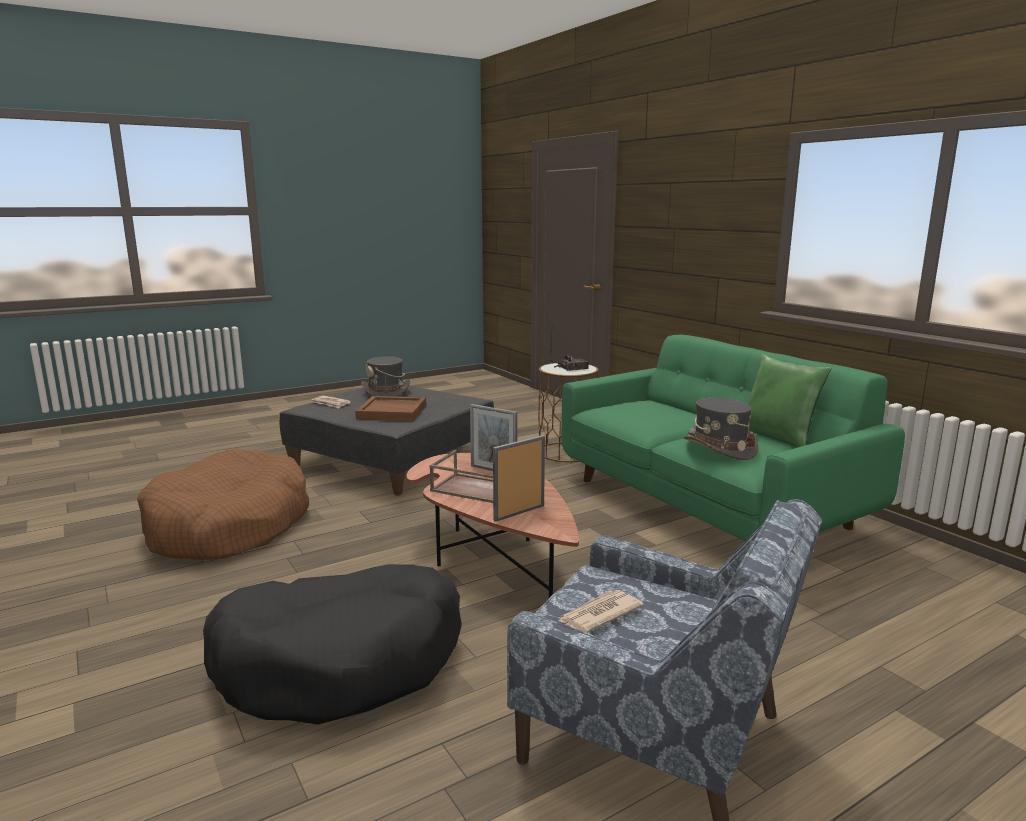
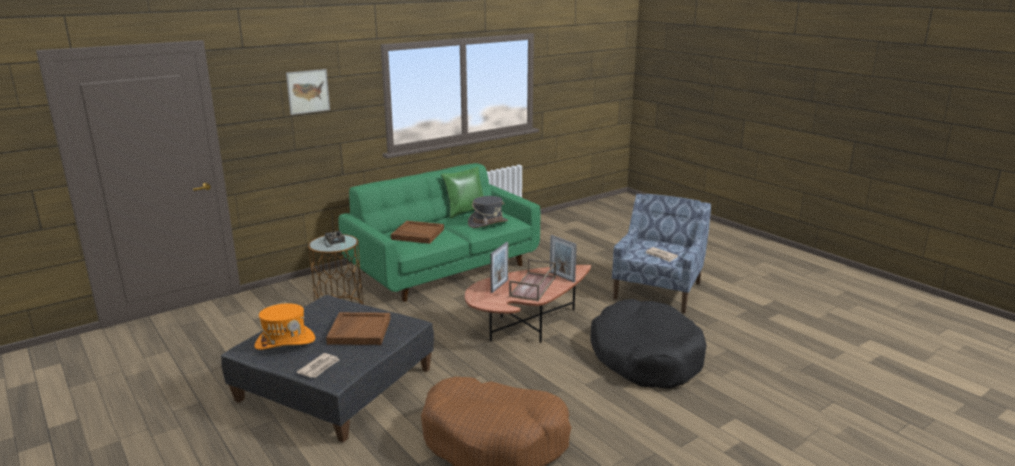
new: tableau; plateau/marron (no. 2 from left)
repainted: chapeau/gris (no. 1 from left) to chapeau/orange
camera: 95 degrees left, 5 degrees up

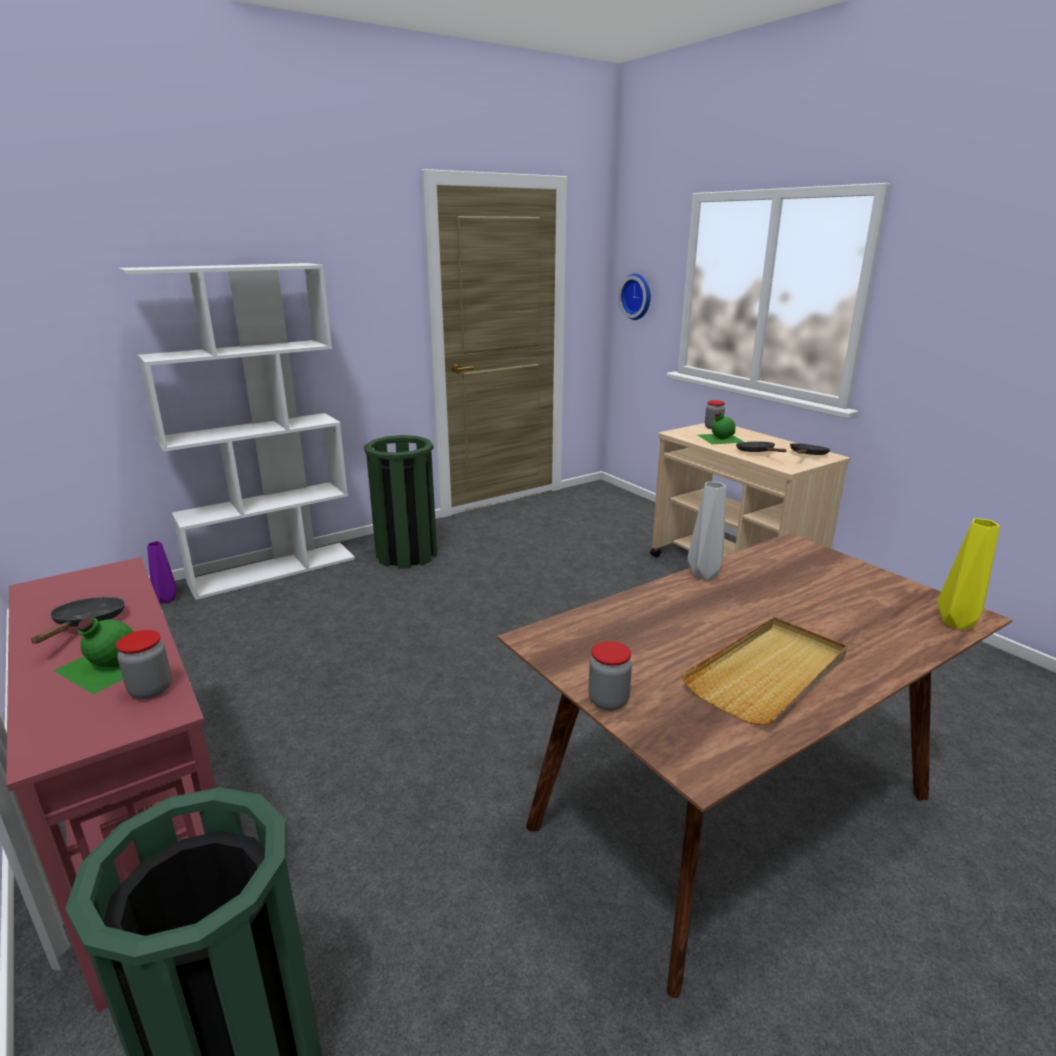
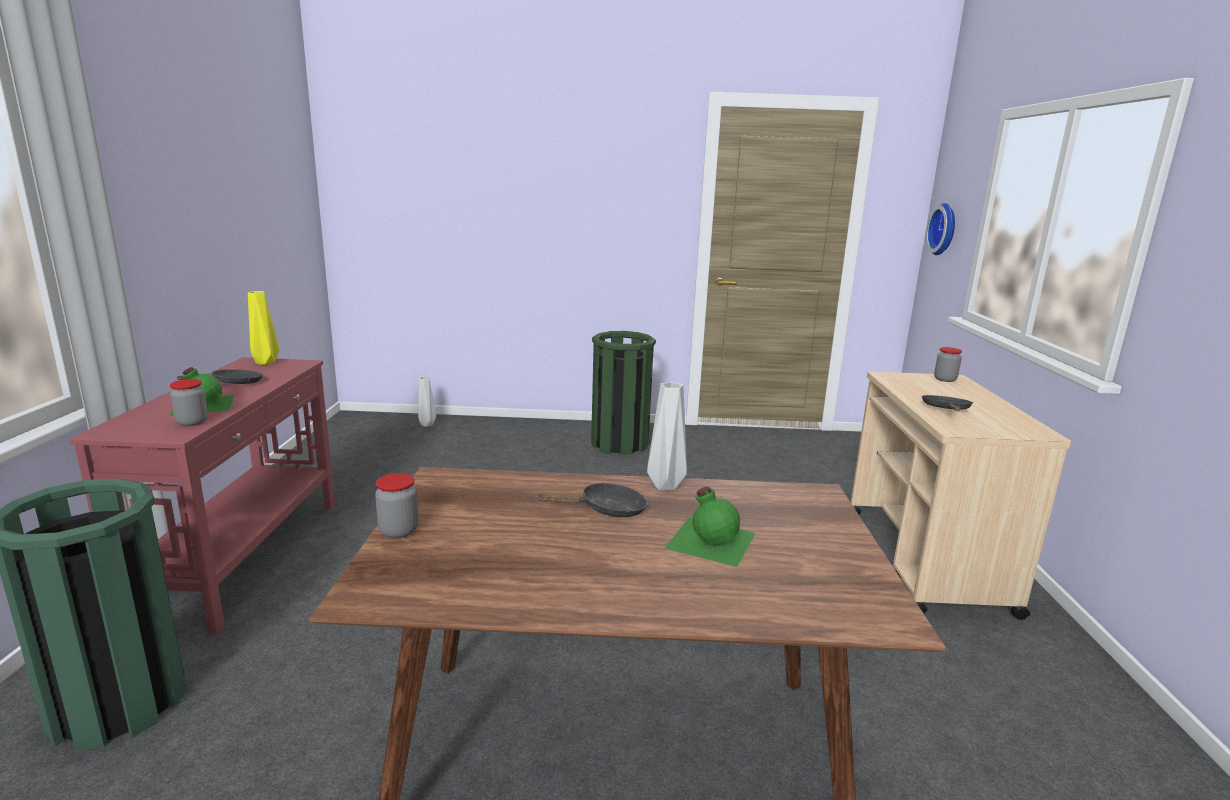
gone: bibliothèque/blanc; plateau/beige
shifted: bouteille/vert (no. 2 from left); poêle/noir (no. 3 from left in the first image) to poêle/noir (no. 2 from left); vase/jaune
repainted: vase/violet to vase/gris (no. 1 from left)
camera: 35 degrees right, 5 degrees down

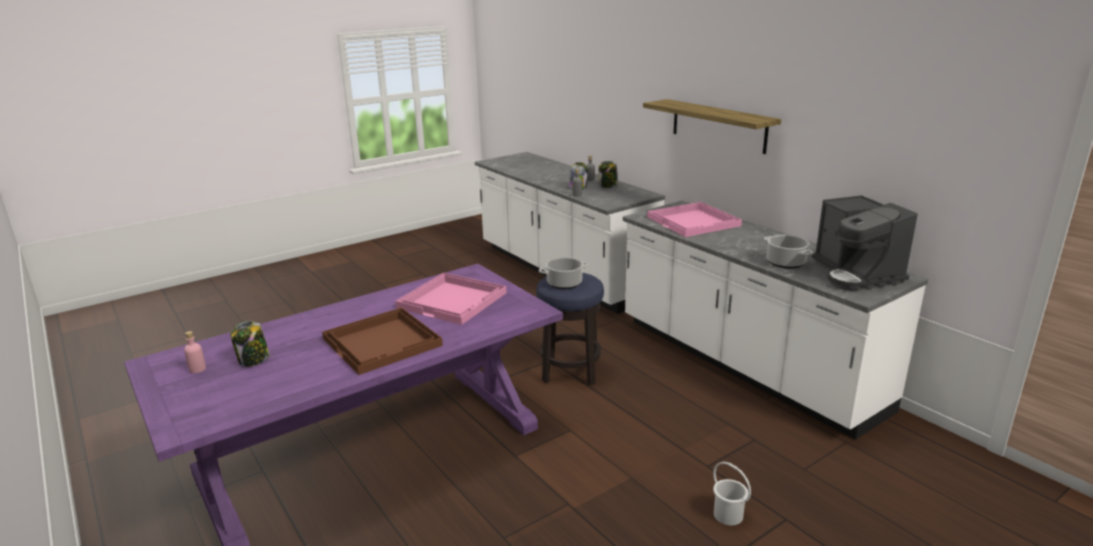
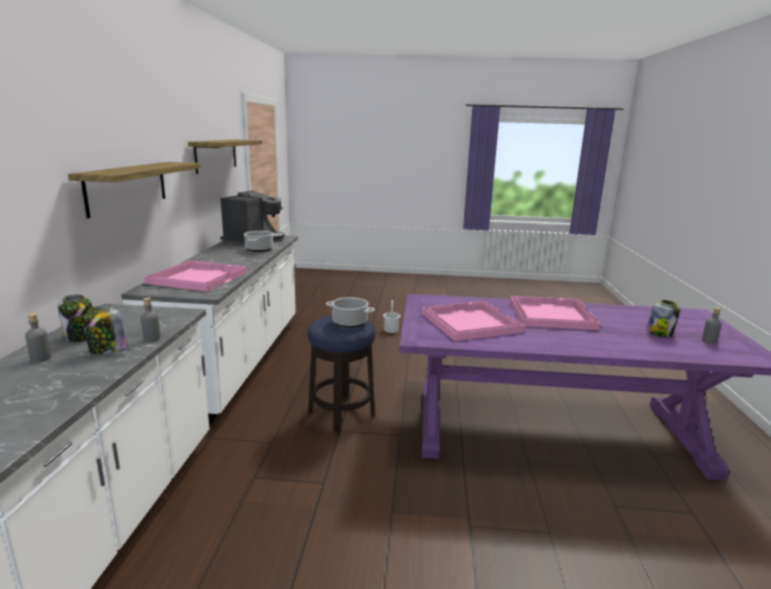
new: étagère (no. 2 from left)
repainted: bouteille/rose to bouteille/gris (no. 3 from left); plateau/marron to plateau/rose (no. 3 from left)
camera: 140 degrees left, 5 degrees down

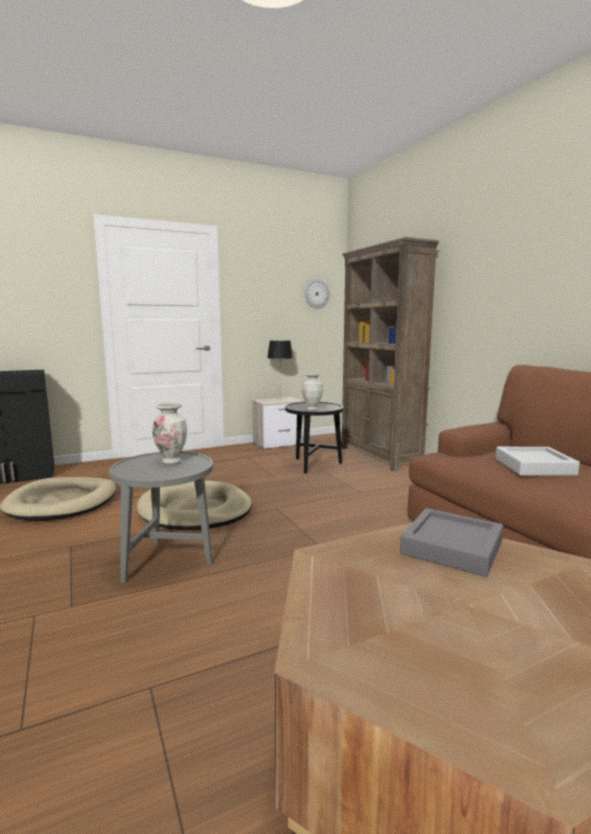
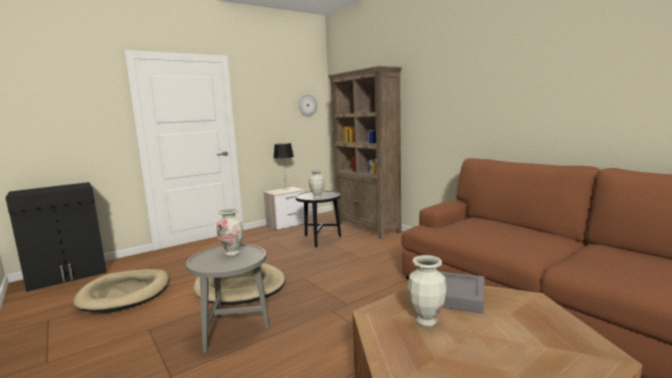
gone: plateau/gris (no. 2 from left)
new: vase (no. 3 from left)
camera: 10 degrees left, 0 degrees up

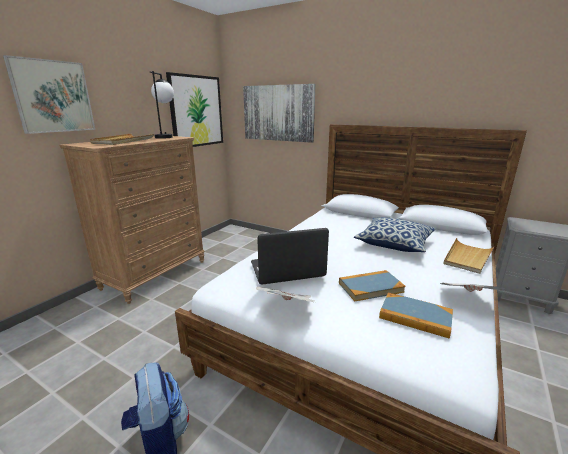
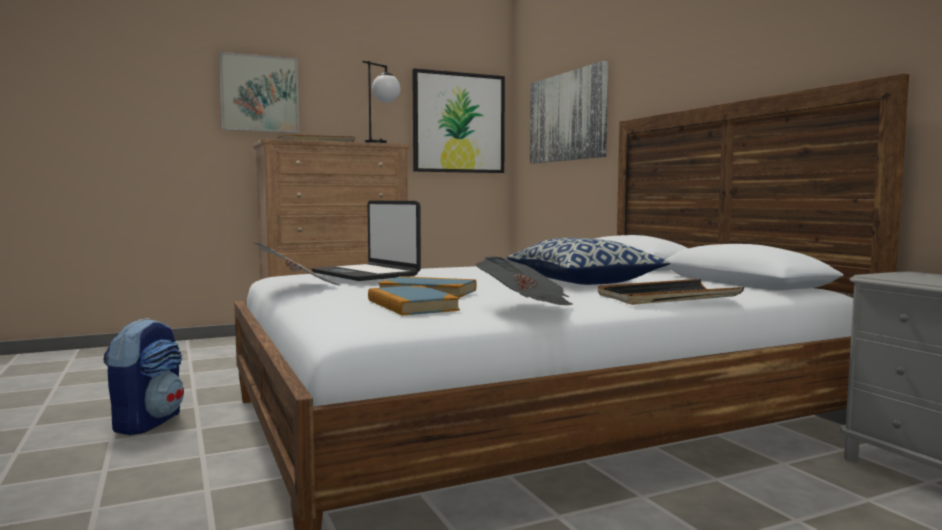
repainted: plateau/beige (no. 2 from left) to plateau/noir
rotated: ordinateur portable 150 degrees counterclockwise
camera: 35 degrees right, 15 degrees down

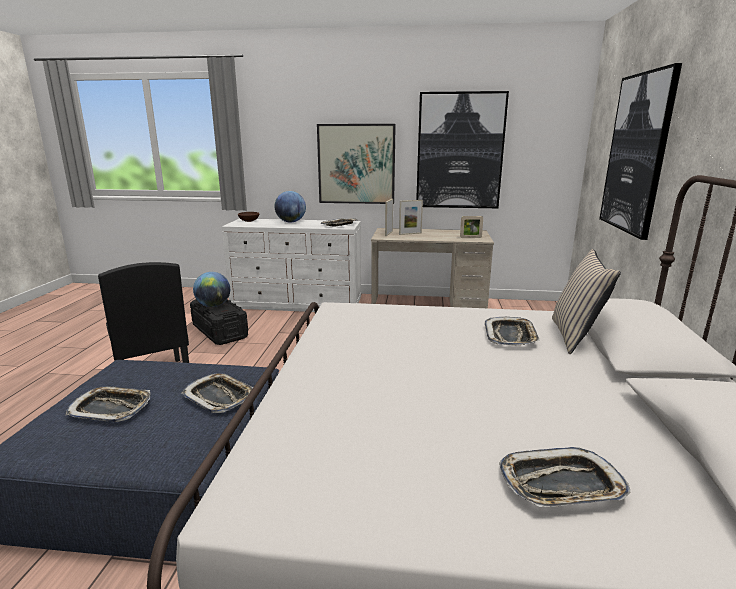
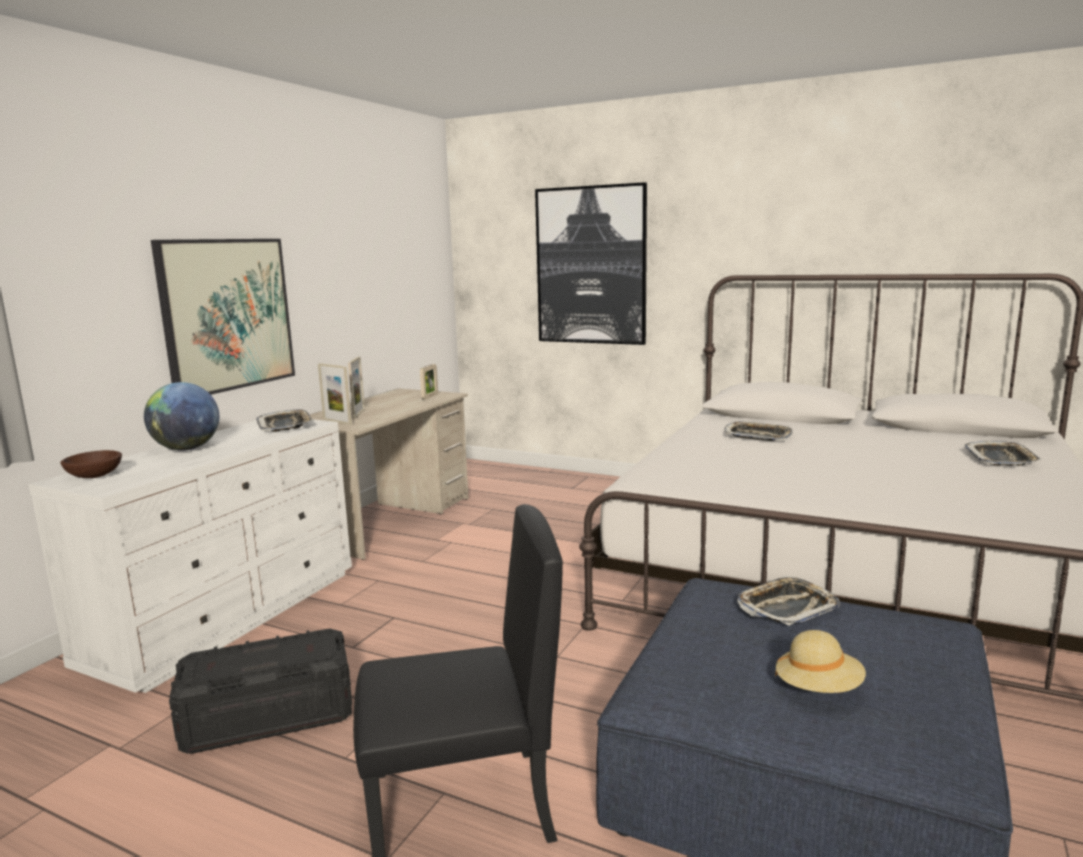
gone: globe (no. 1 from left); tableau (no. 2 from left); coussin/beige
swapped: plateau (no. 1 from left) to chapeau/beige
camera: 70 degrees left, 5 degrees down

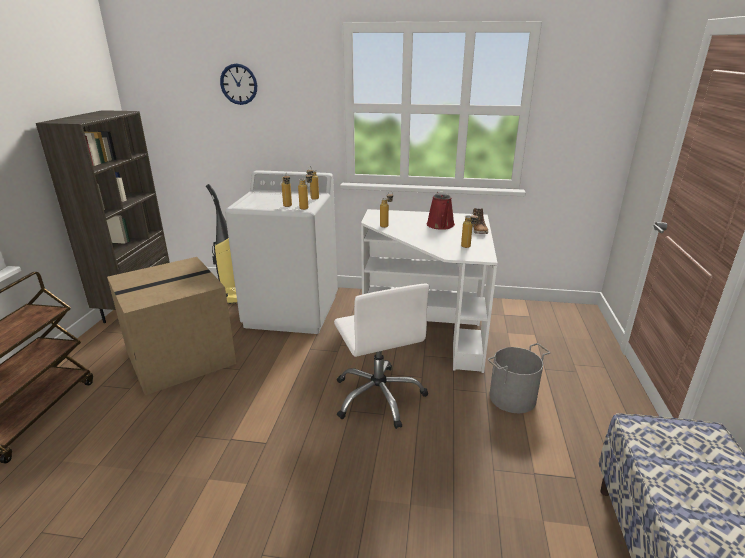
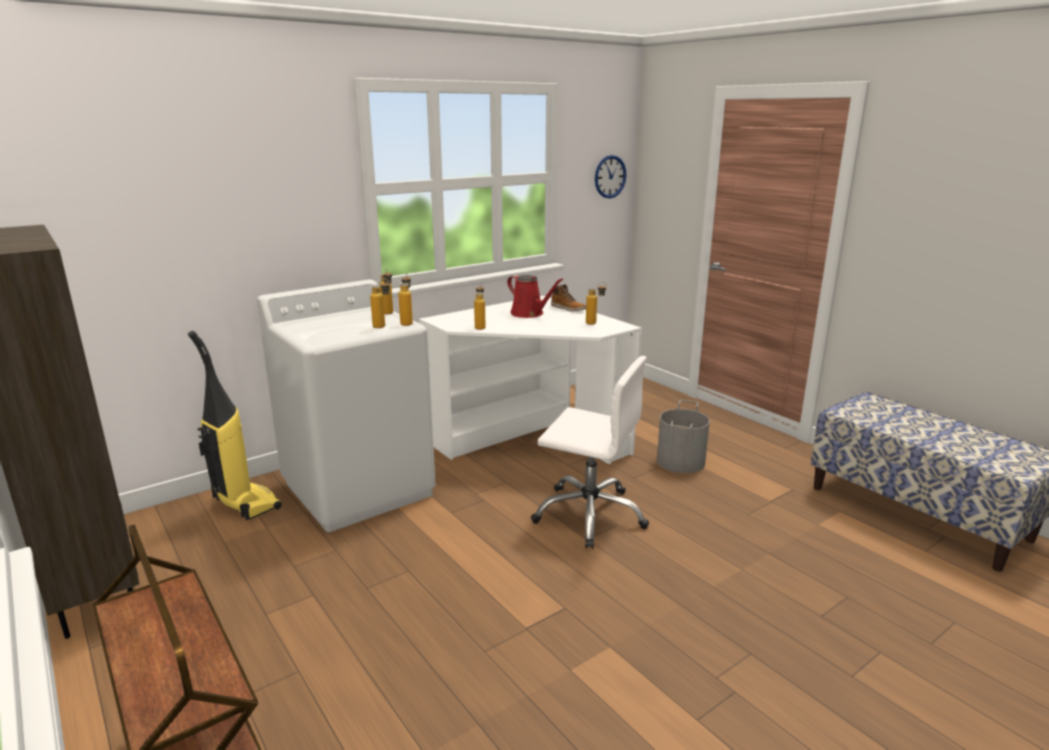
gone: carton
shifted: horloge murale
camera: 45 degrees left, 5 degrees down

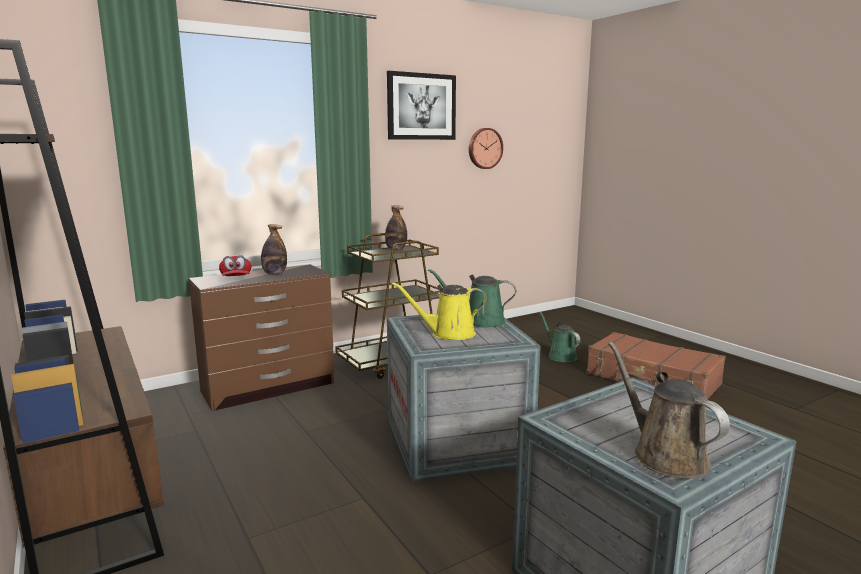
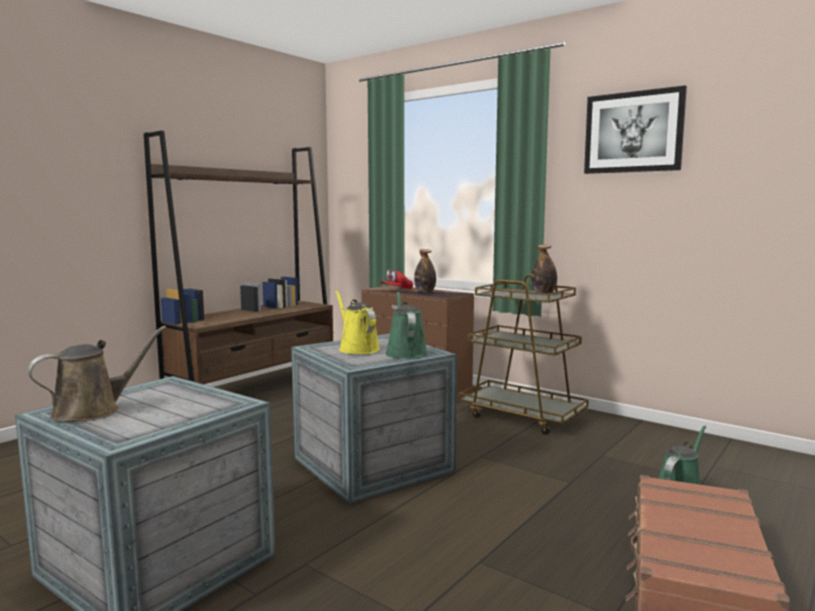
gone: horloge murale
camera: 70 degrees right, 5 degrees down

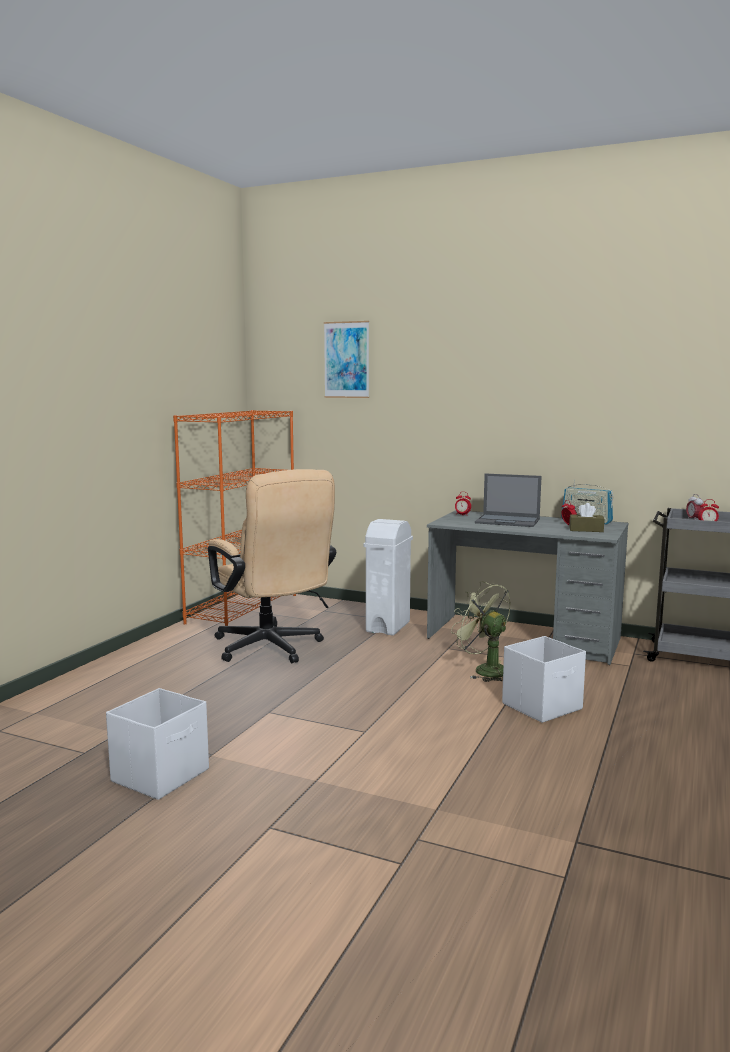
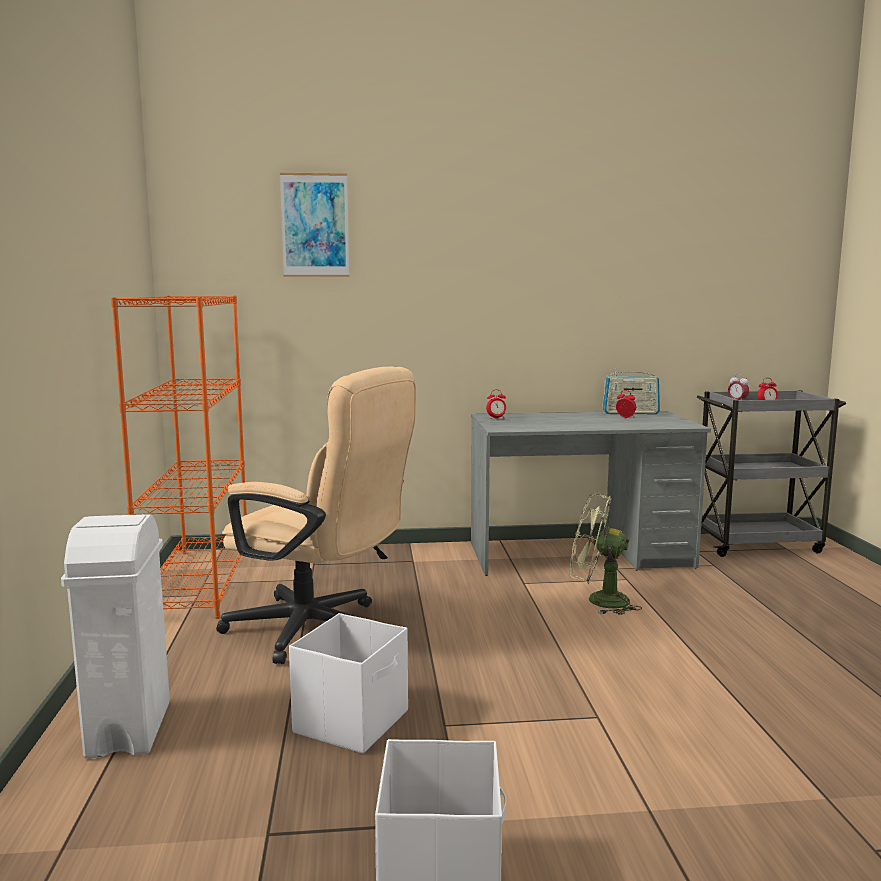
gone: ordinateur portable; boîte à mouchoirs/marron
shifted: poubelle/blanc; boîte de rangement/blanc (no. 2 from left in the first image) to boîte de rangement/blanc (no. 1 from left)
camera: 30 degrees left, 0 degrees up

